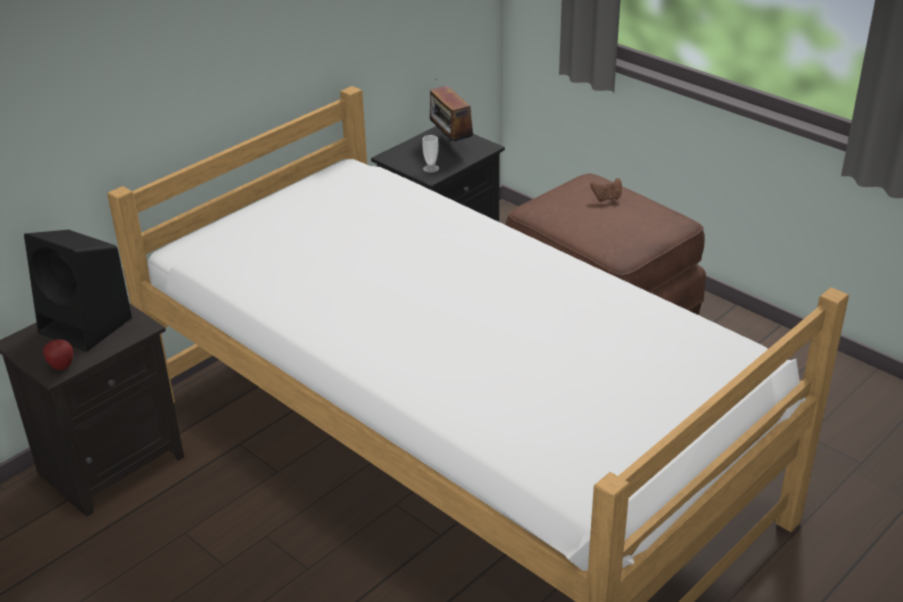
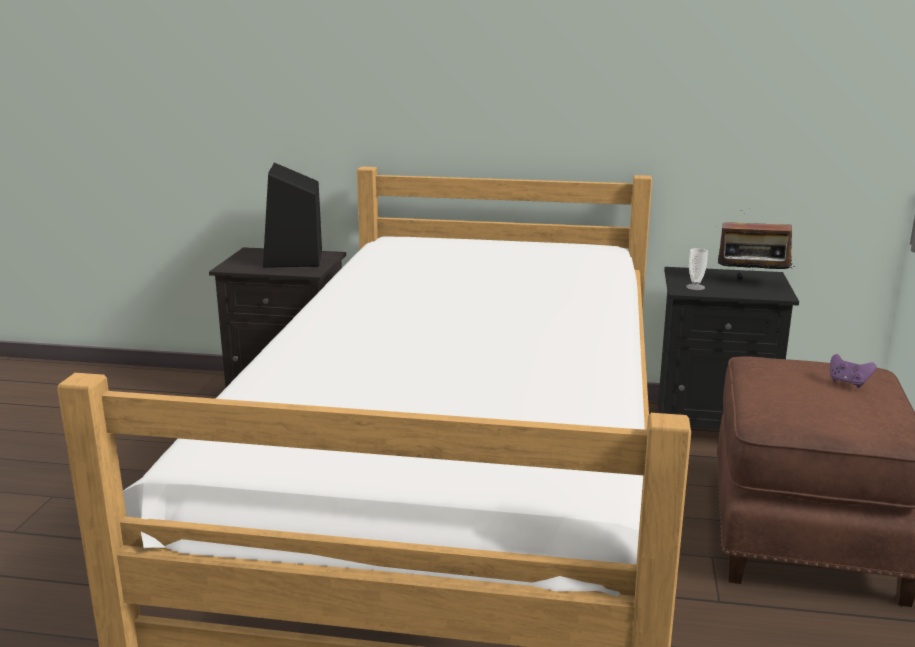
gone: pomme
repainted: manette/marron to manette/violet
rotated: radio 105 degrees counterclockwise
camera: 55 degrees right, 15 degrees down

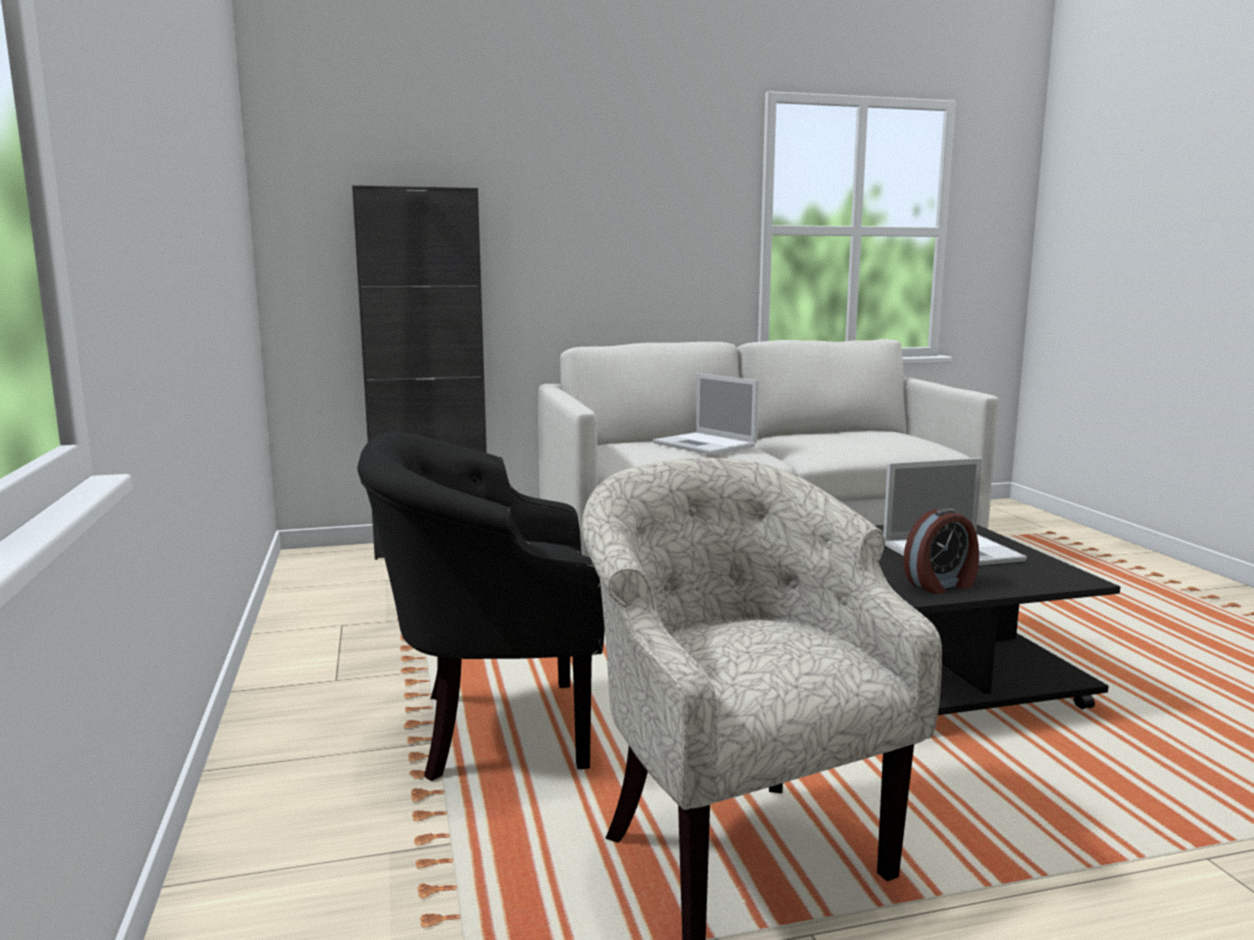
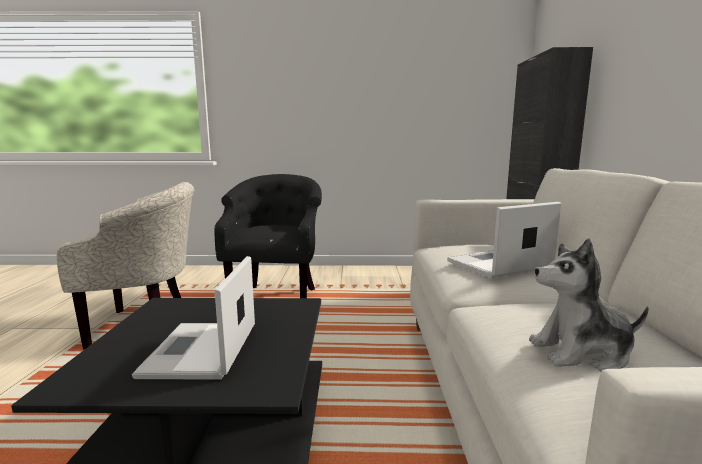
gone: réveil
new: peluche
camera: 105 degrees right, 0 degrees up

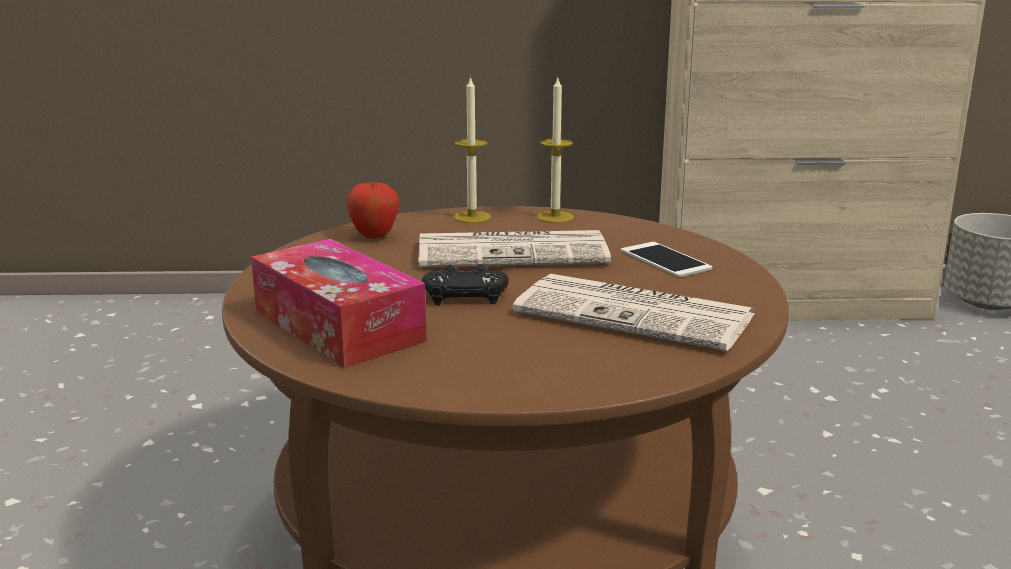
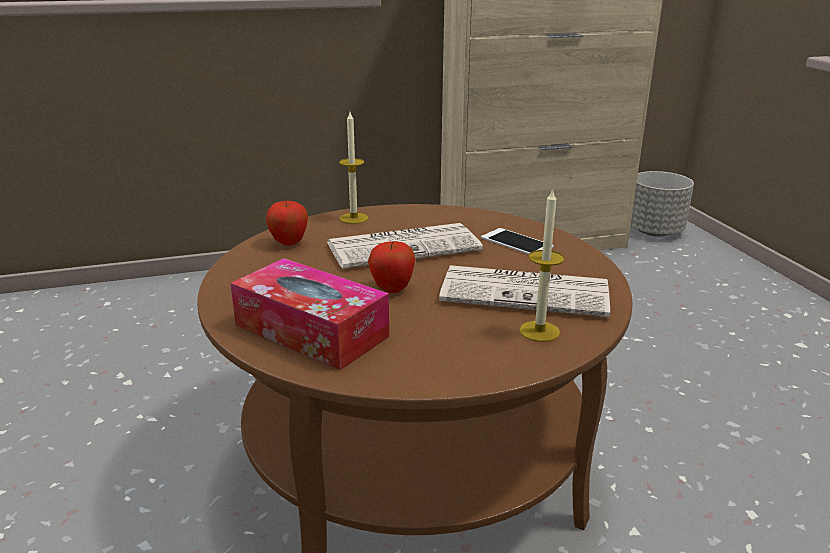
shifted: bougie (no. 2 from left)
swapped: manette/noir to pomme (no. 2 from left)
camera: 15 degrees left, 5 degrees up

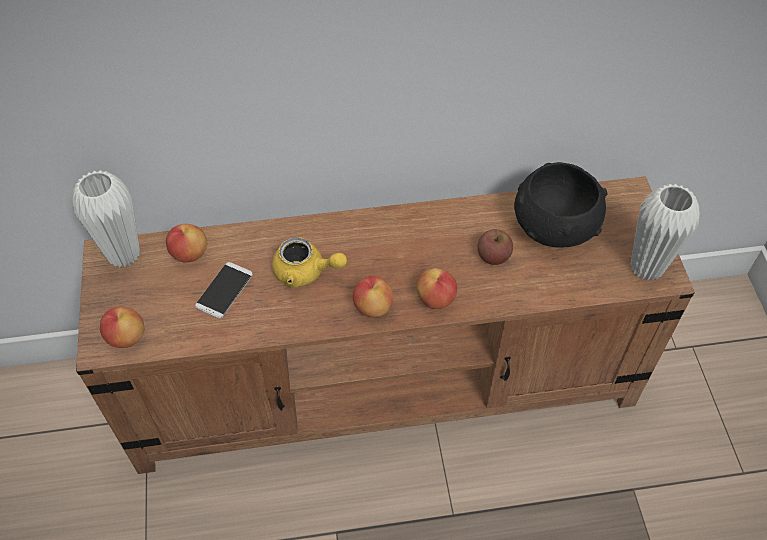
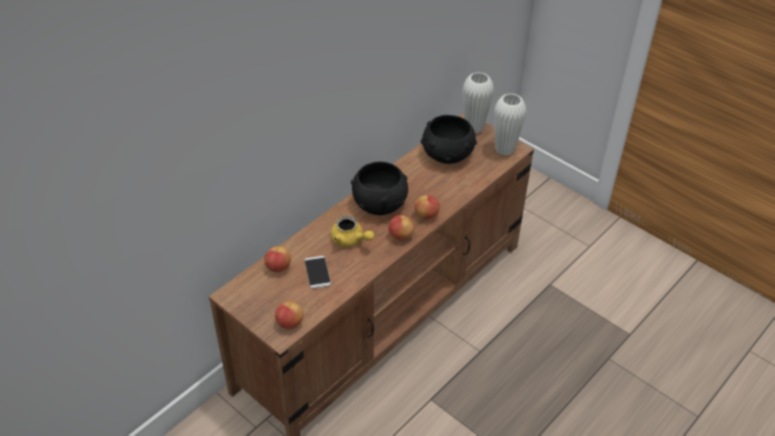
gone: pomme (no. 5 from left)
new: bol/noir (no. 1 from left)
shifted: vase/blanc (no. 1 from left)
rotated: théière/jaune 60 degrees clockwise
camera: 40 degrees left, 10 degrees down

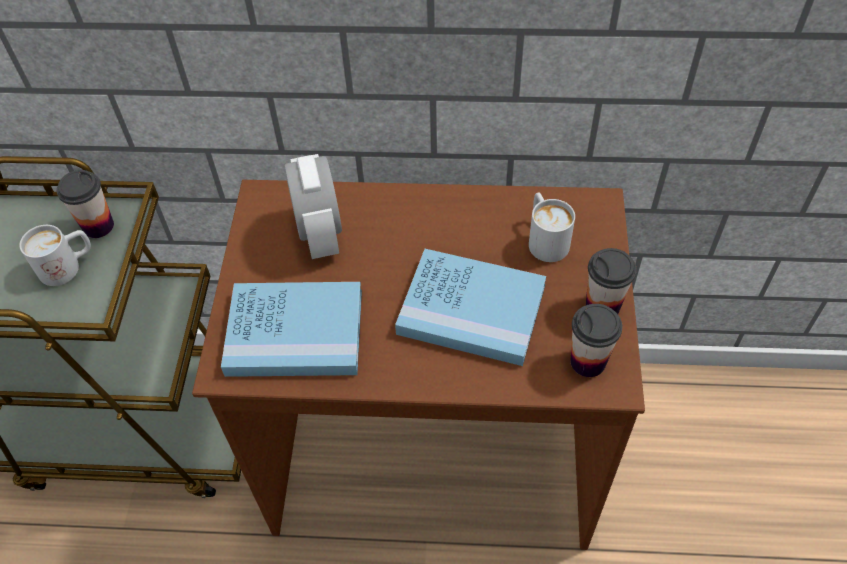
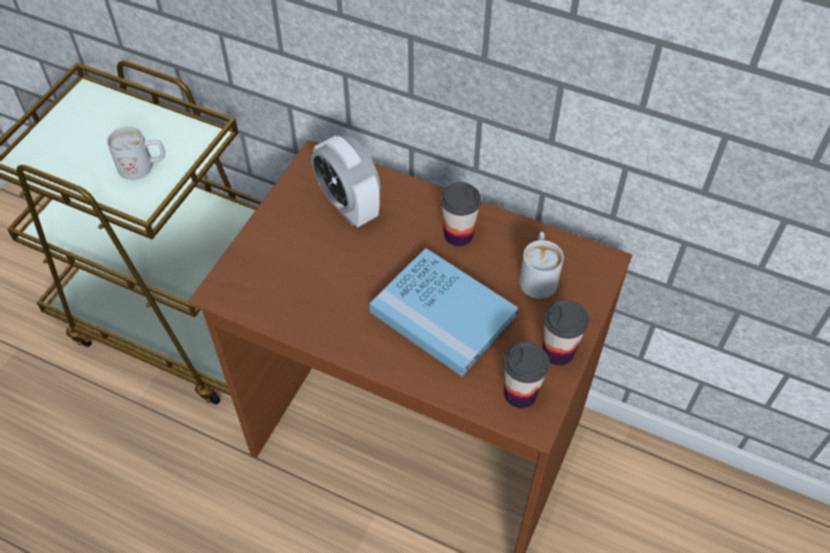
gone: livre/bleu (no. 1 from left)
shifted: tasse (no. 1 from left)
rotated: réveil 135 degrees clockwise
camera: 20 degrees right, 0 degrees up

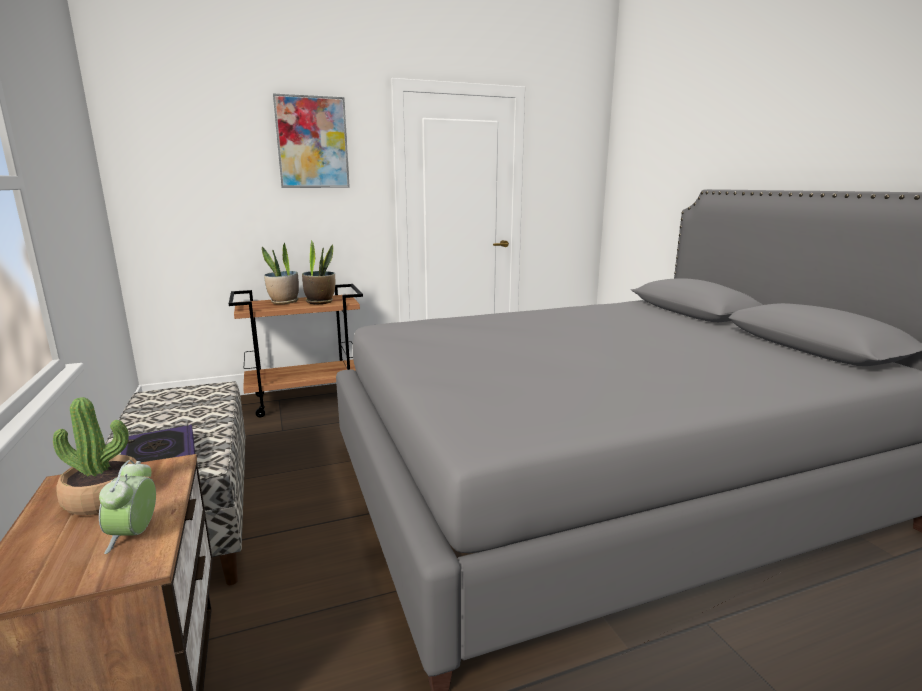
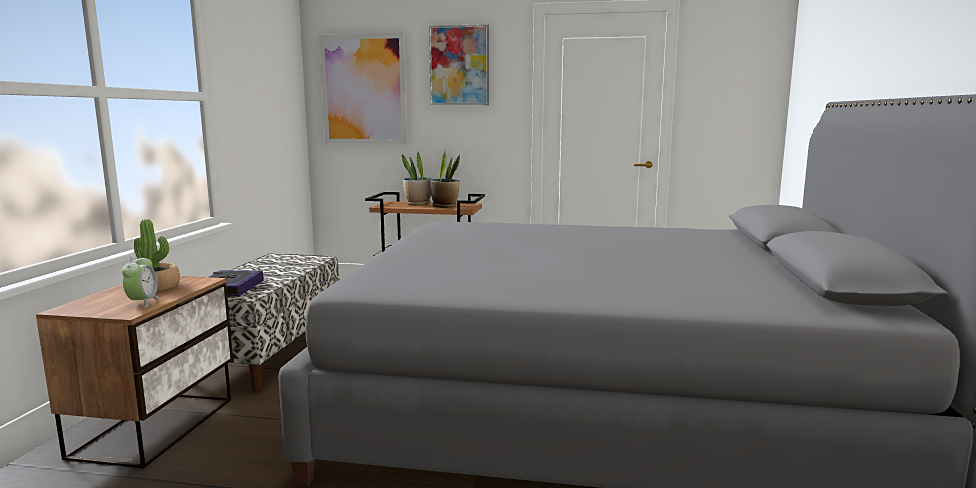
new: tableau (no. 1 from left)
rotated: réveil 150 degrees clockwise
camera: 30 degrees right, 5 degrees down

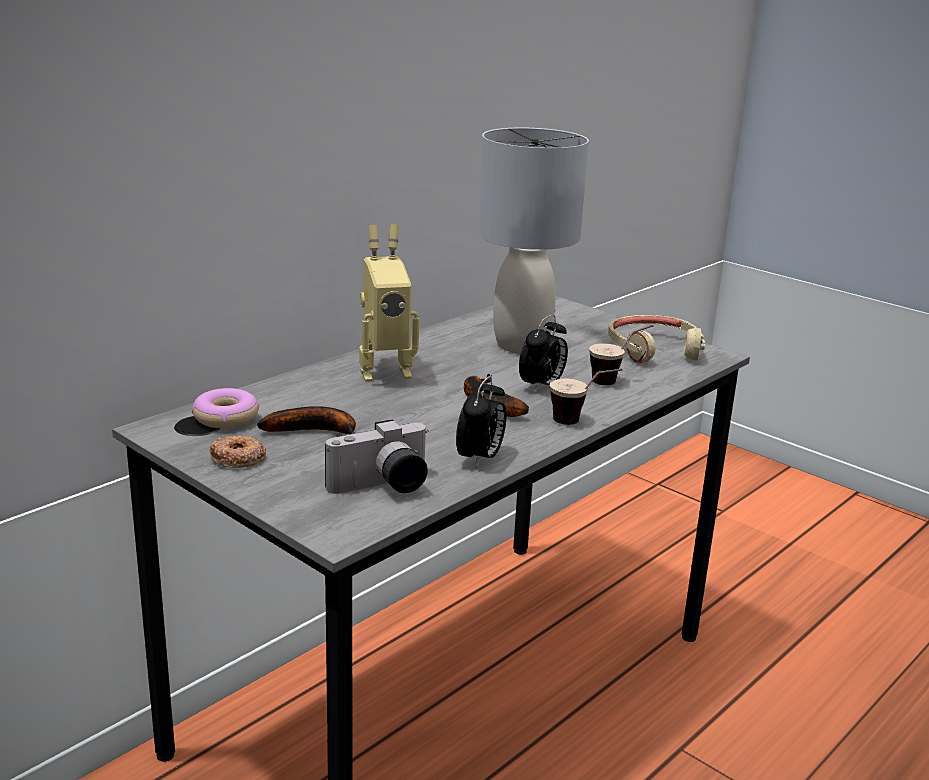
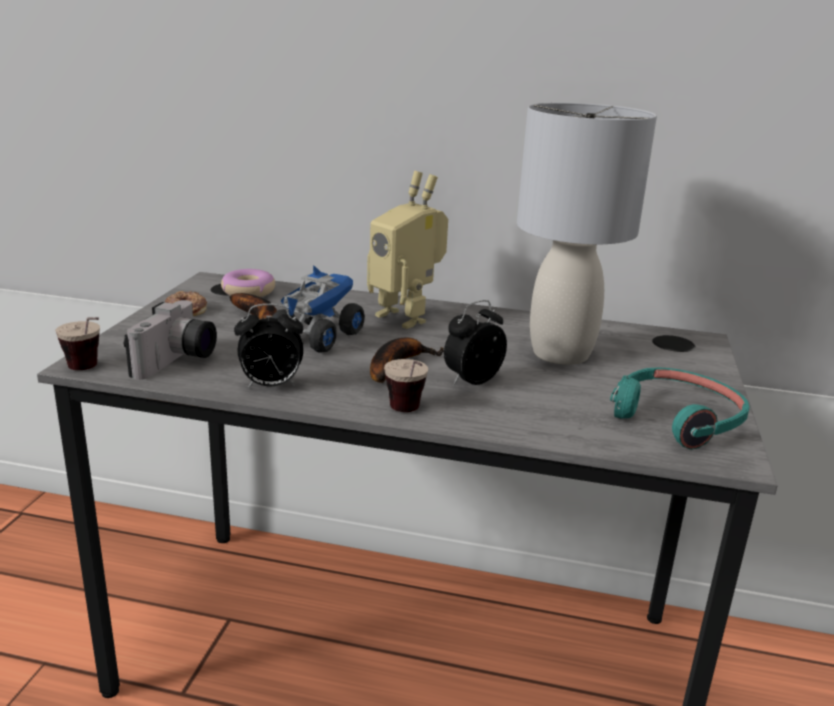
new: camion jouet
shifted: tasse (no. 2 from left in the first image) to tasse (no. 1 from left)
repainted: casque audio/beige to casque audio/turquoise
rotated: appareil photo 105 degrees counterclockwise; réveil (no. 2 from left) 135 degrees clockwise
camera: 60 degrees right, 0 degrees up

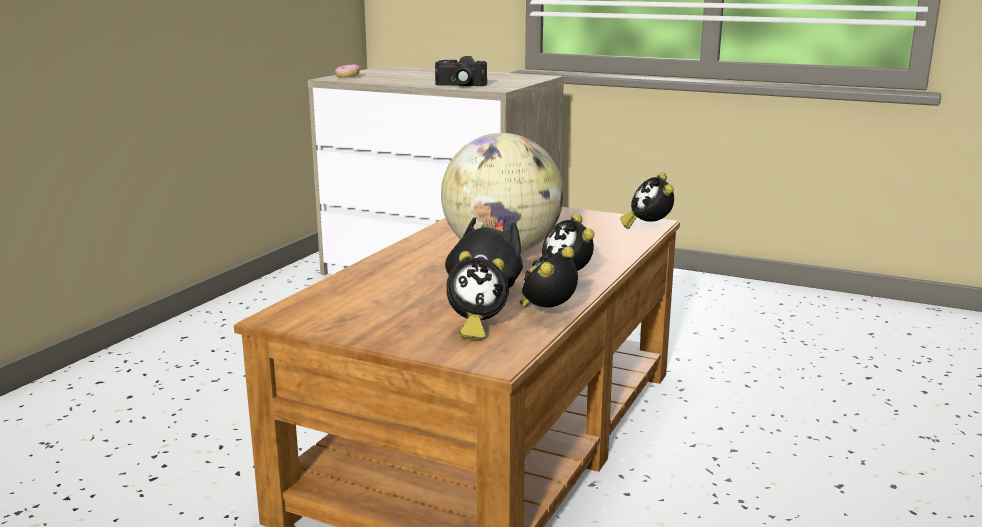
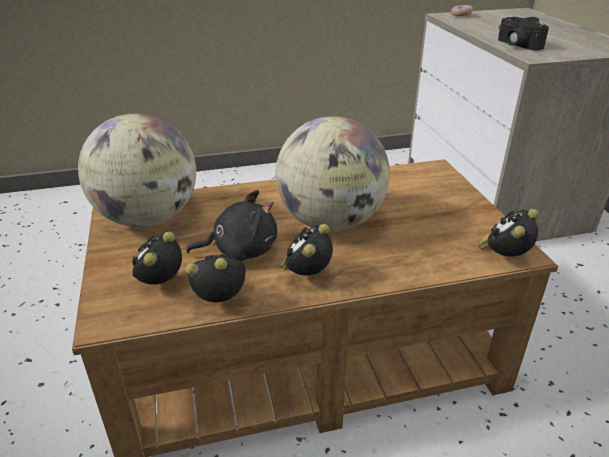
new: globe (no. 1 from left)
rotated: réveil (no. 1 from left) 75 degrees clockwise
camera: 50 degrees right, 15 degrees up

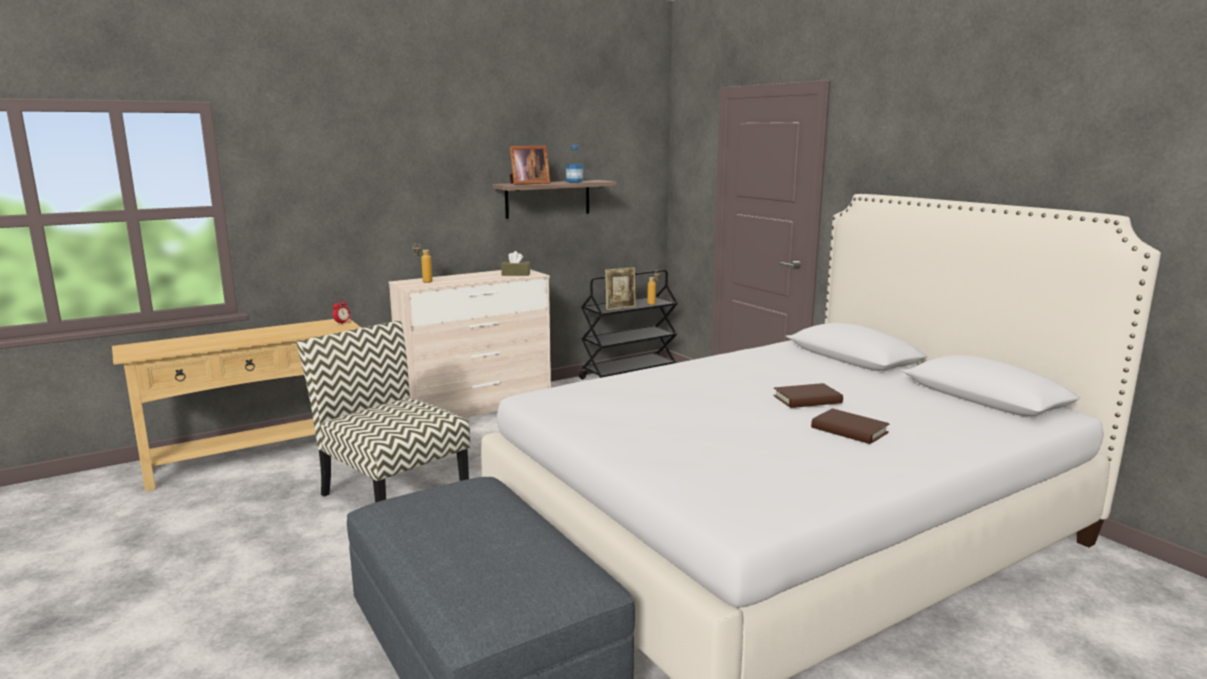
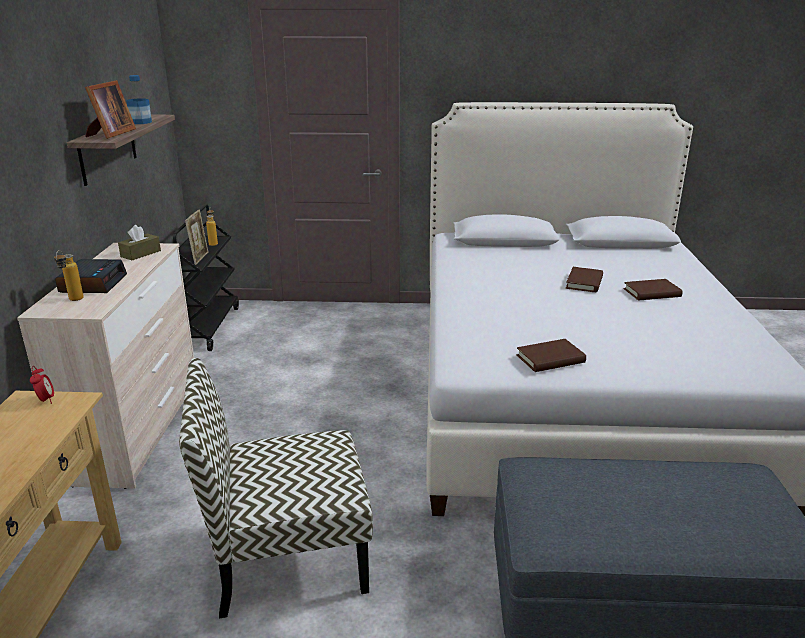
new: réveil (no. 2 from left); livre/marron (no. 1 from left)
camera: 55 degrees left, 10 degrees up

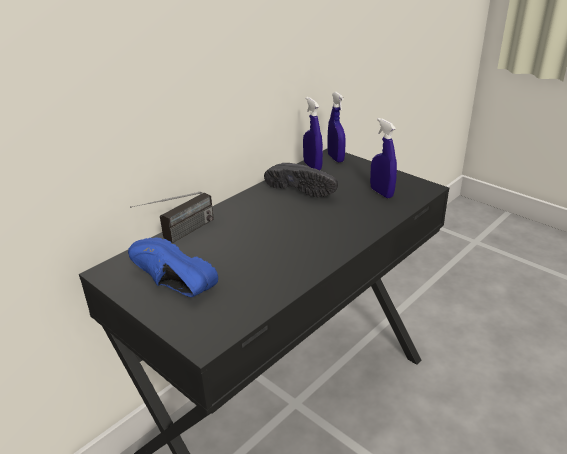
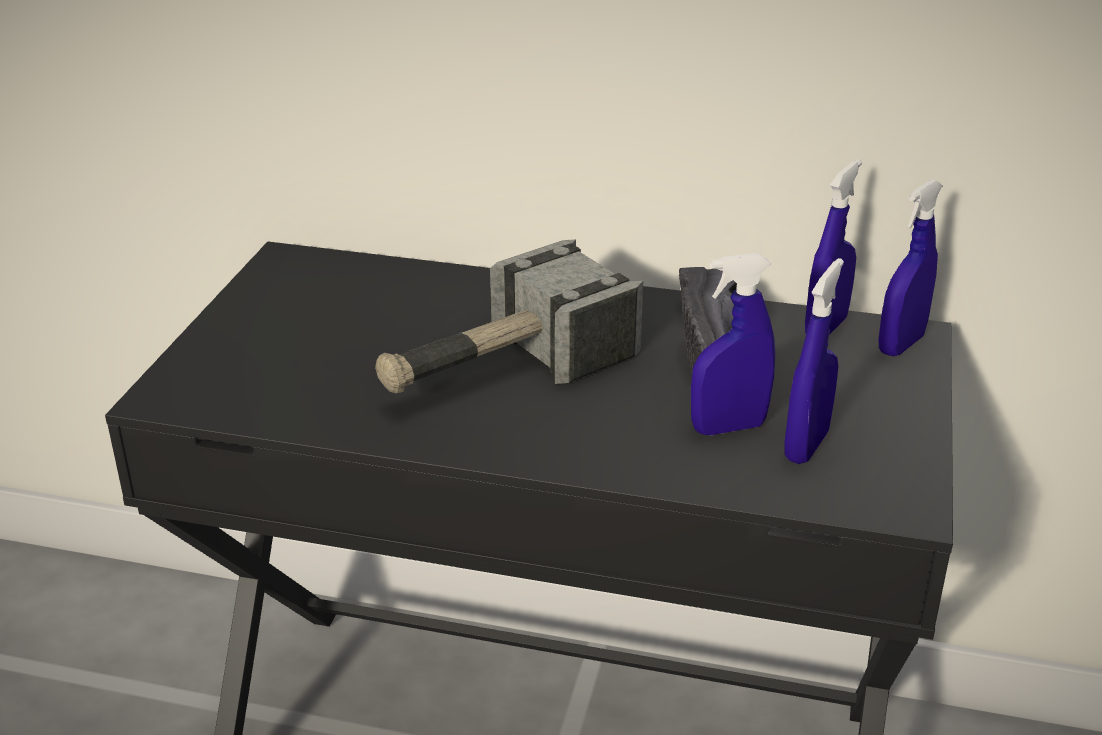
gone: chaussure/bleu; radio
new: marteau; vaporisateur/bleu (no. 1 from left)
camera: 60 degrees right, 0 degrees up

